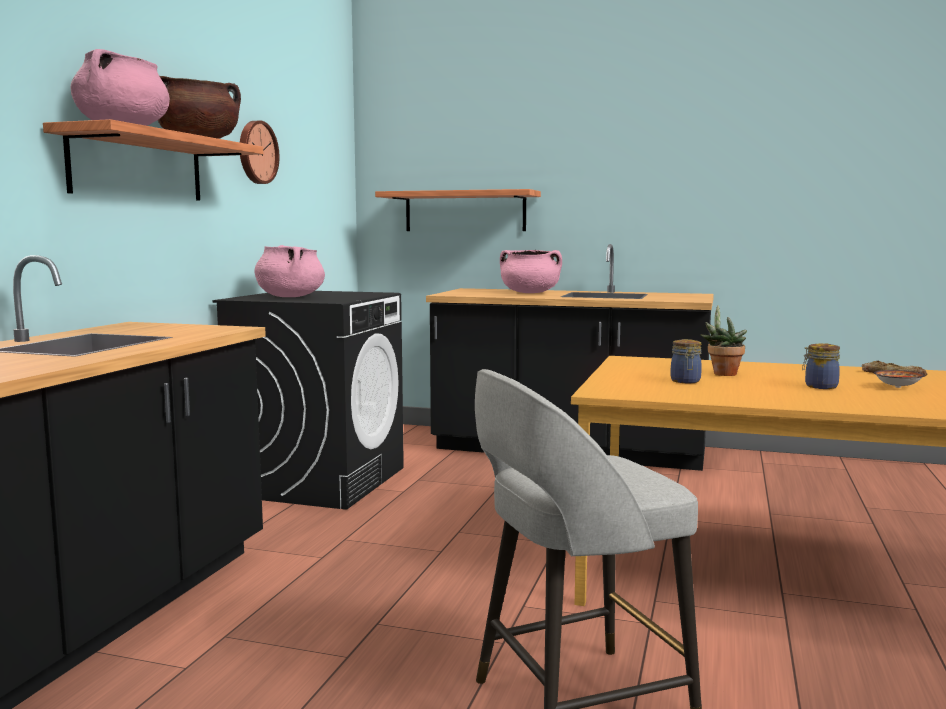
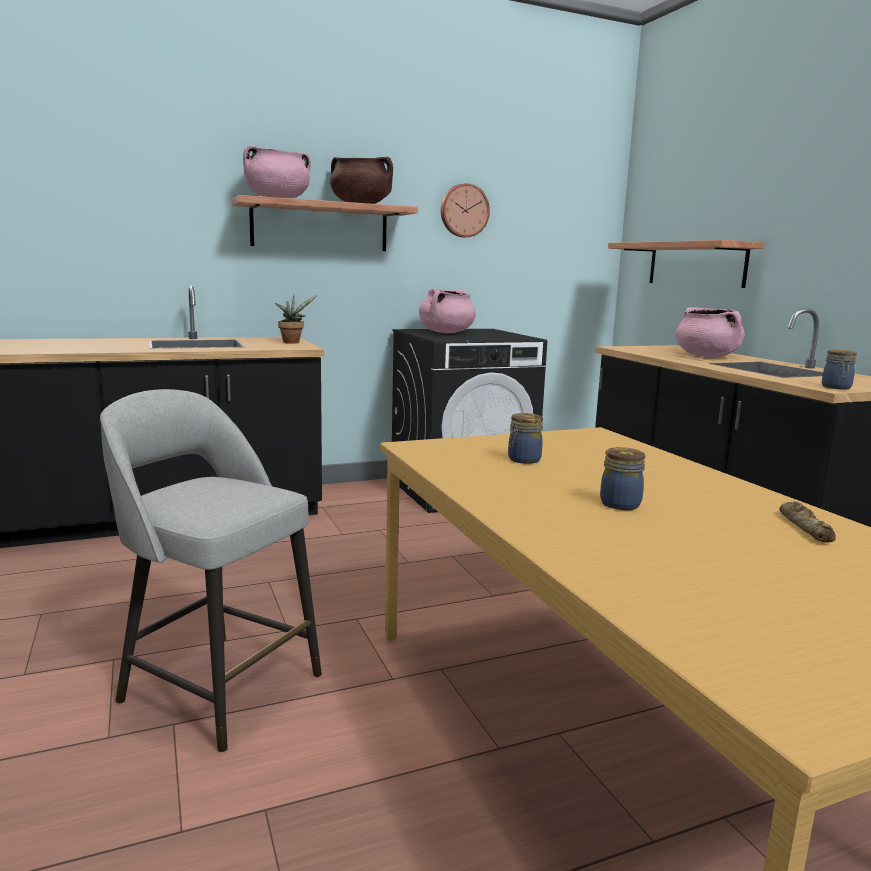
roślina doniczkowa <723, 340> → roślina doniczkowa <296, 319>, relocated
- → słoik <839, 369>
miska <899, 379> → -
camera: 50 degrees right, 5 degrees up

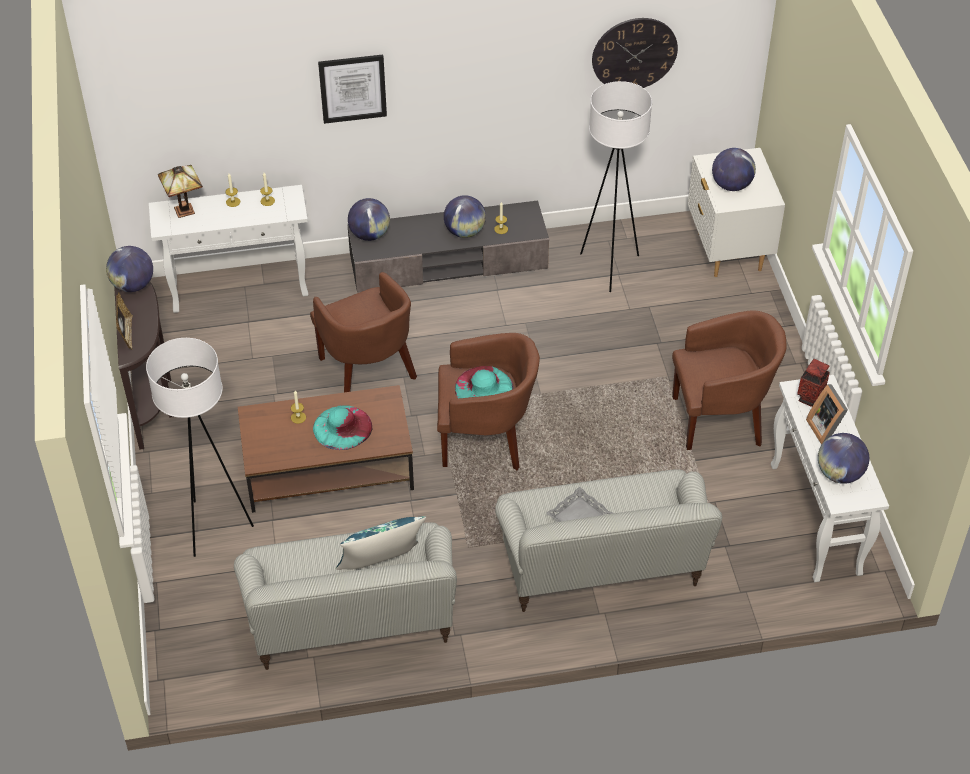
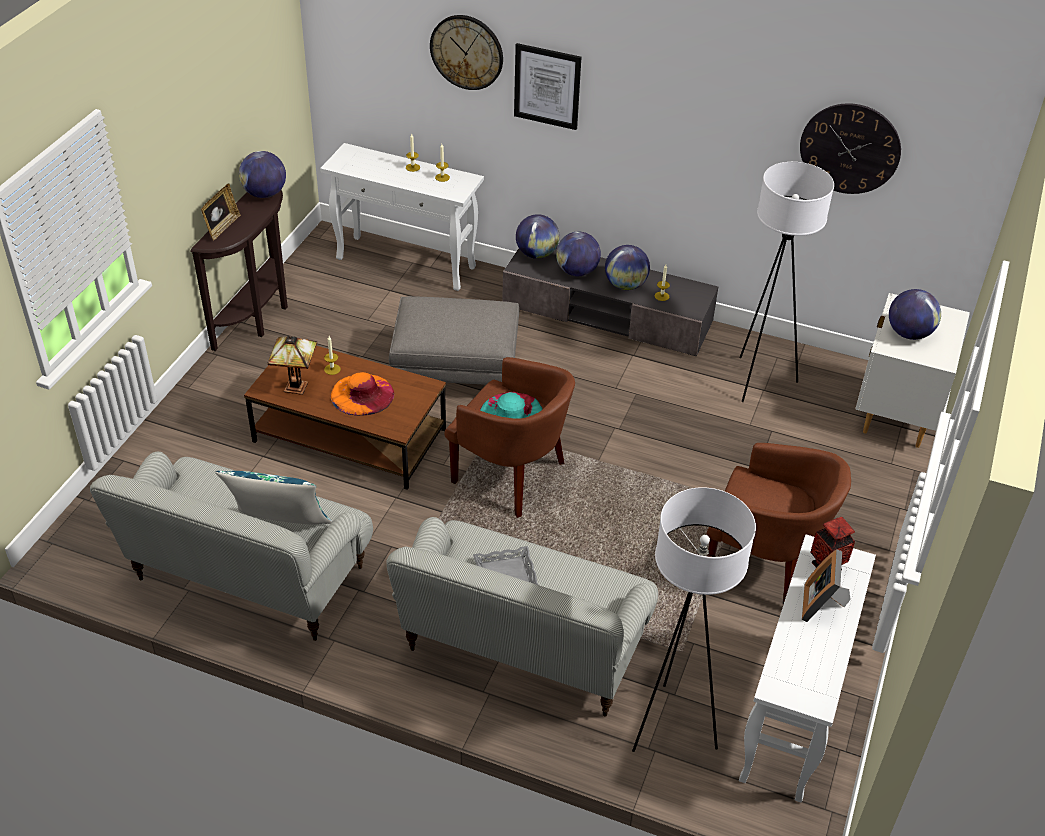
lampa stołowa <180, 191> → lampa stołowa <292, 365>, relocated
kapelusz/turkusowy <342, 427> → kapelusz/pomarańczowy <362, 394>
fotel/brązowy <363, 332> → pufa/szary <454, 340>
- → zegar ścienny <466, 52>
globus <843, 458> → globus <578, 254>, relocated
lampa stojąca/biały <200, 447> → lampa stojąca/biały <694, 619>, relocated
camera: 30 degrees right, 5 degrees down

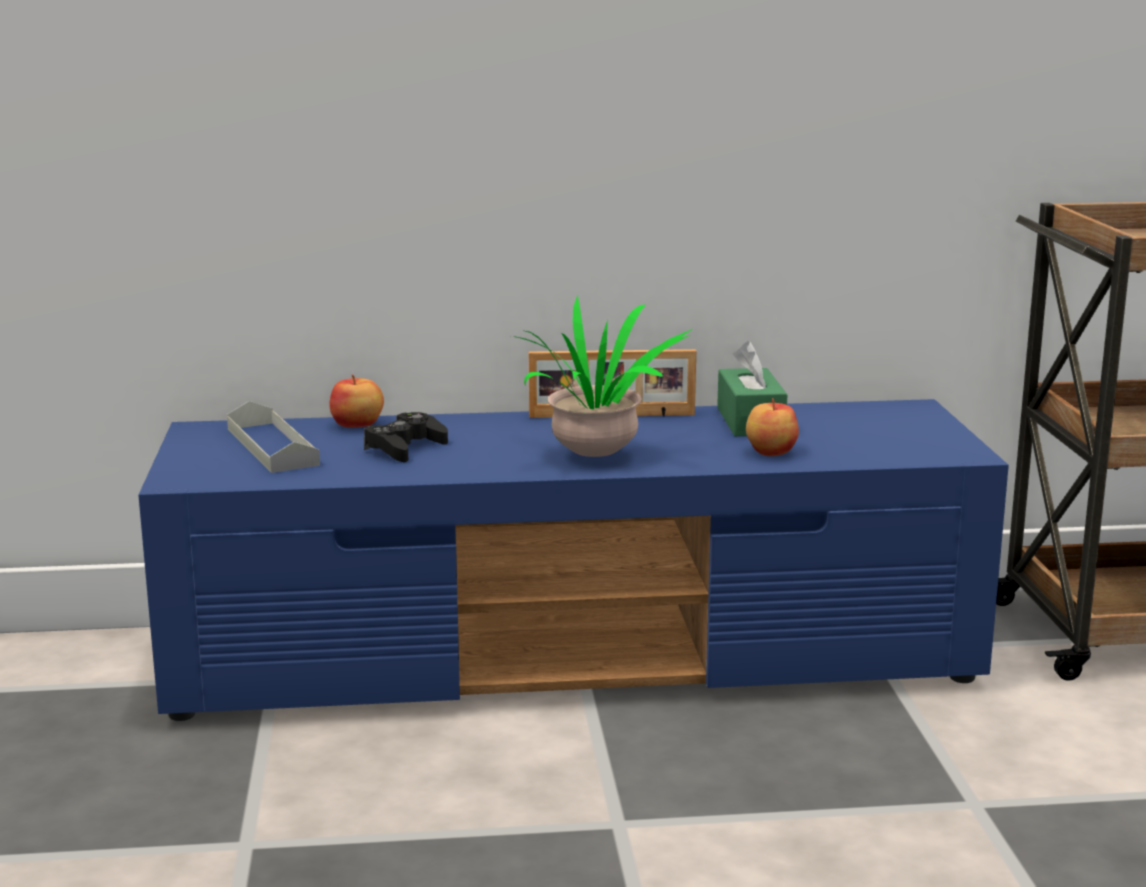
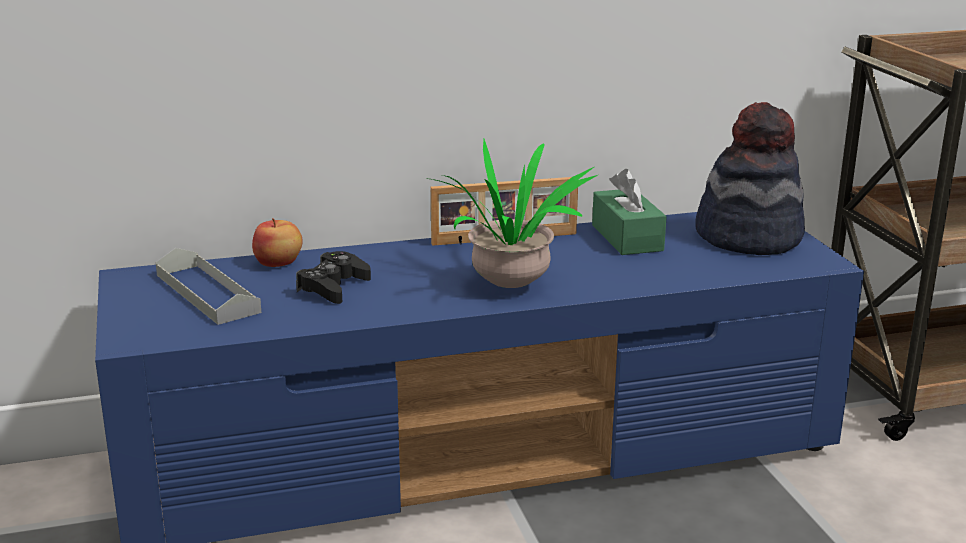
- → kapelusz <750, 178>
jabłko <772, 427> → -
camera: 10 degrees left, 5 degrees up

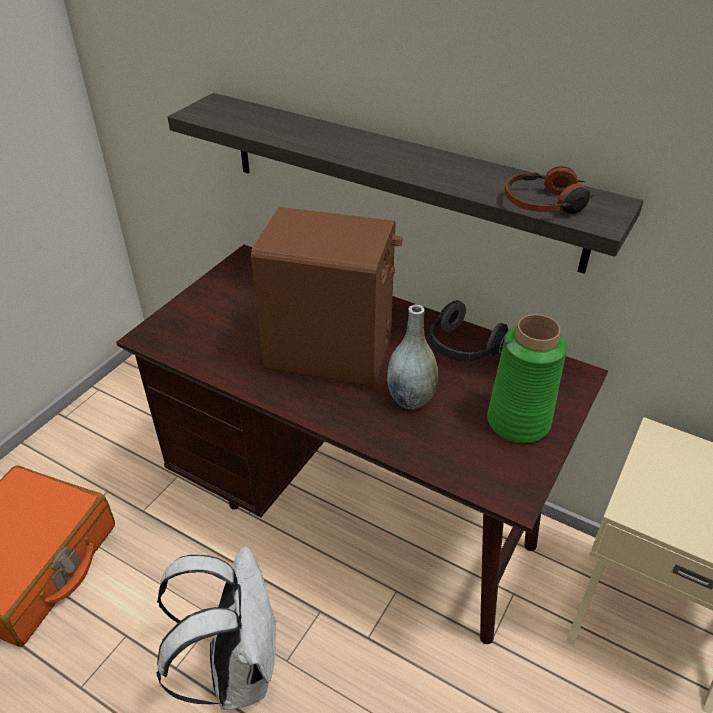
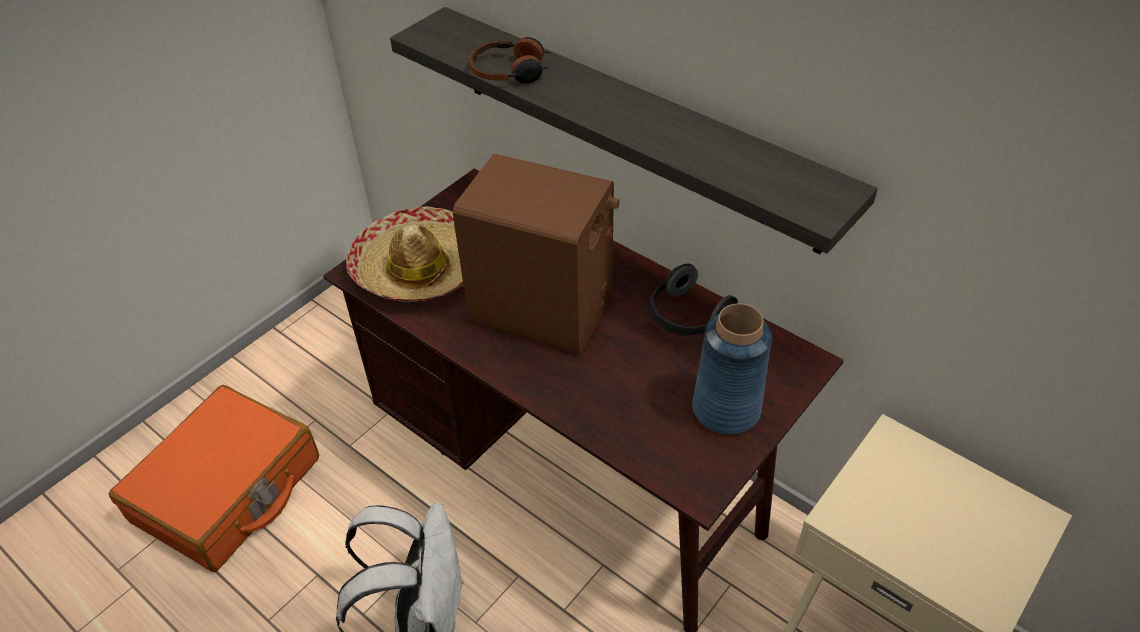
- → kapelusz <404, 254>
słuchawki <550, 190> → słuchawki <510, 60>, relocated
wazon/zielony <527, 379> → wazon/niebieski <732, 369>
wazon/szary <412, 357> → -
camera: 10 degrees right, 5 degrees up

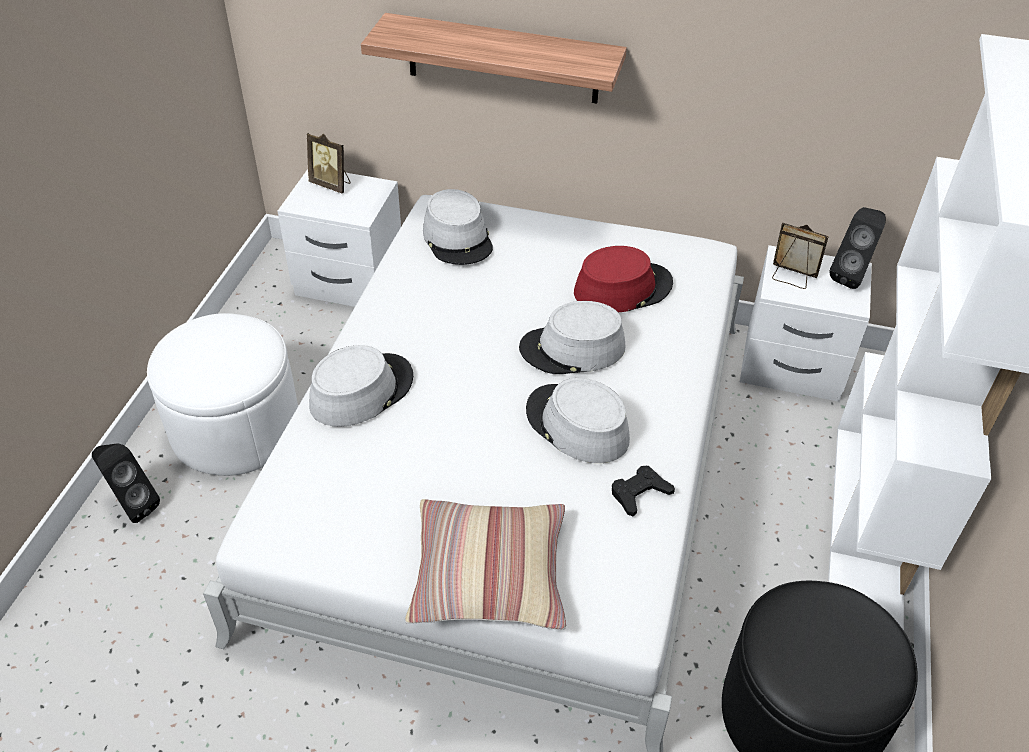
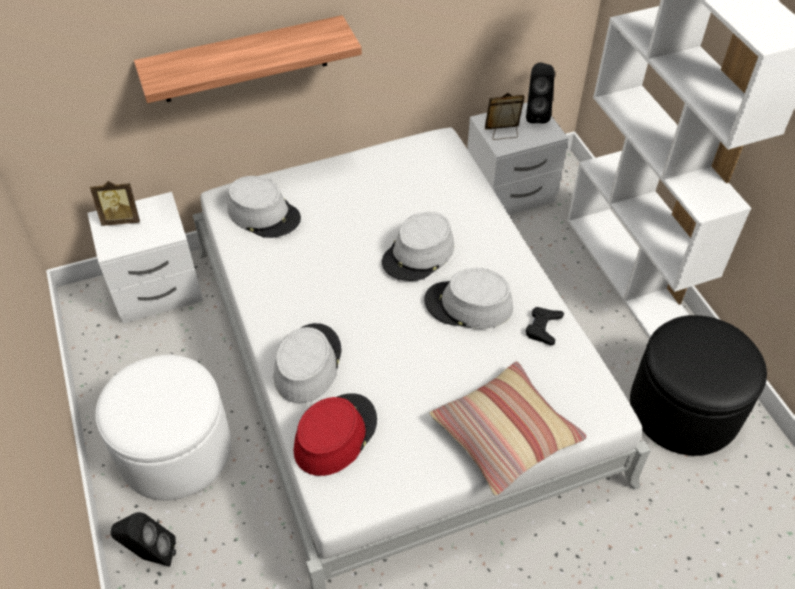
kapelusz/czerwony <623, 279> → kapelusz/czerwony <335, 434>, relocated
camera: 35 degrees left, 5 degrees up

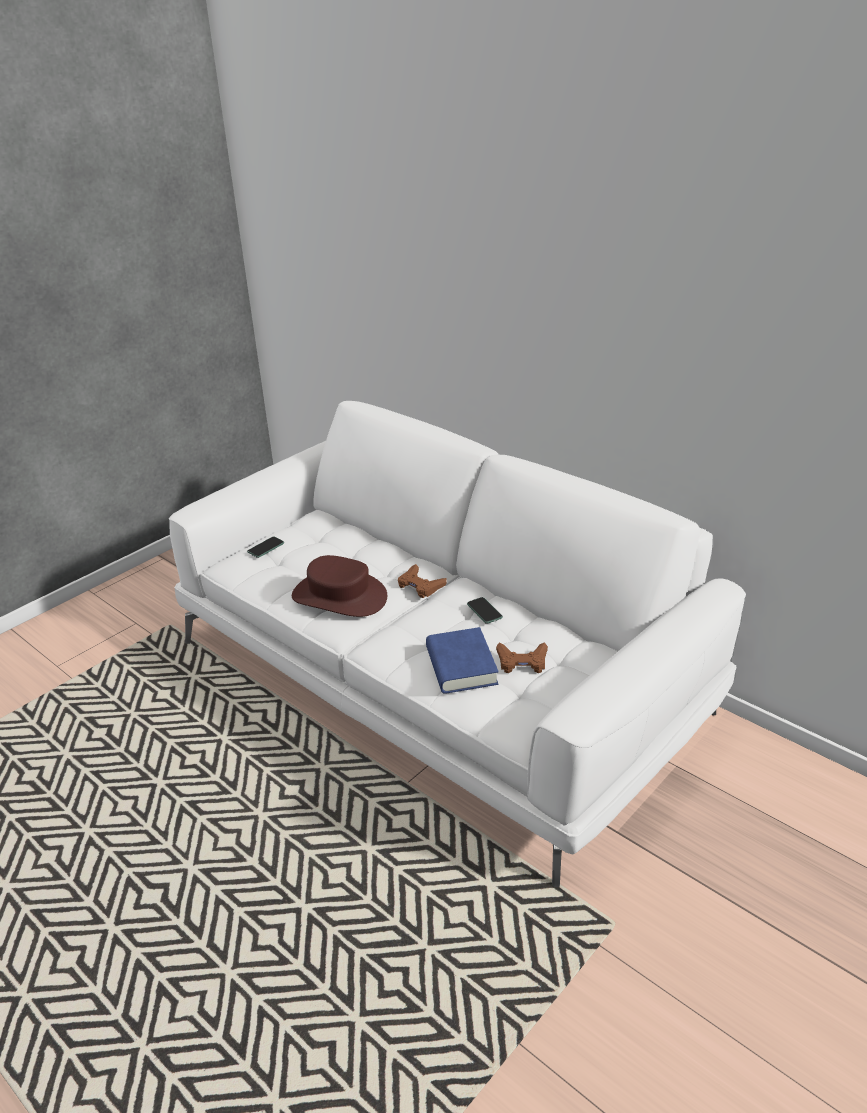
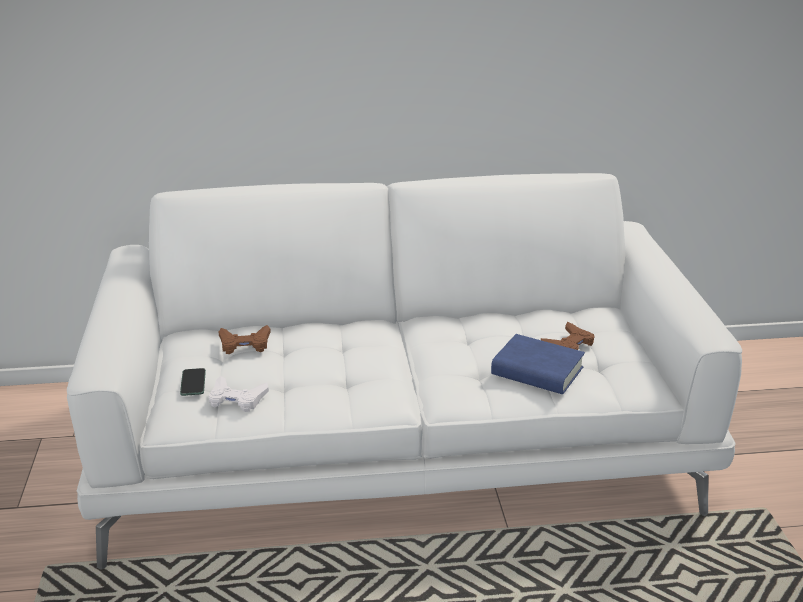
- → pad do gier/biały <239, 394>
pad do gier/brązowy <422, 581> → pad do gier/brązowy <244, 339>, relocated
kapelusz/brązowy <339, 586> → -
telefon <485, 610> → -
camera: 50 degrees left, 5 degrees down

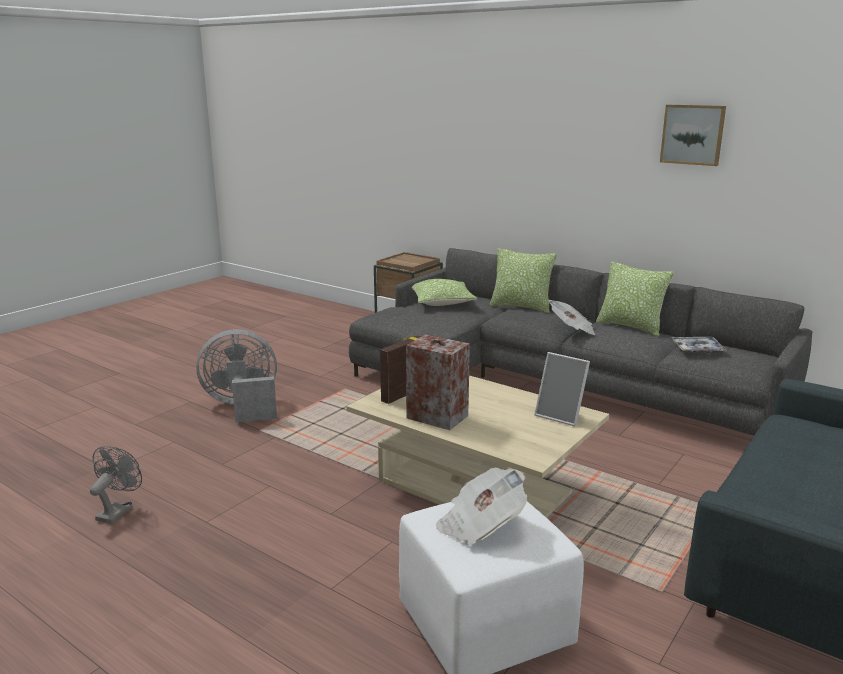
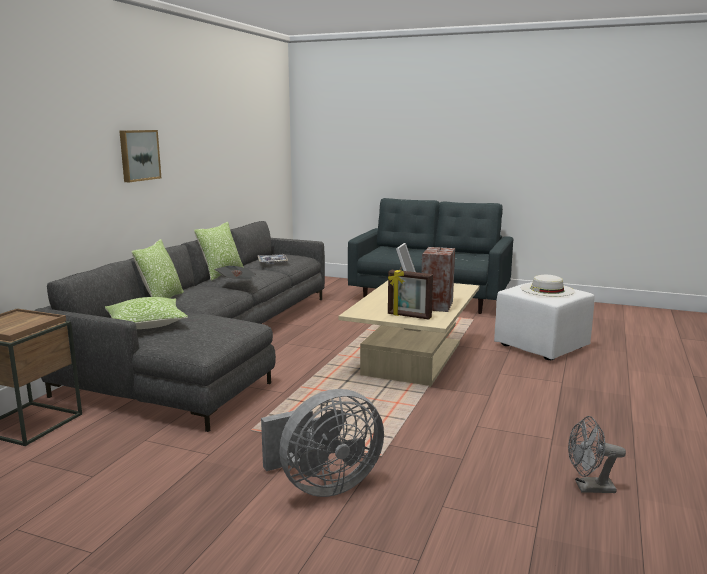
obraz <693, 135> → obraz <140, 156>, relocated
wentylator/szary <236, 375> → wentylator/szary <322, 443>, 90 degrees counterclockwise
gazeta <481, 506> → kapelusz/biały <548, 286>
camera: 105 degrees left, 5 degrees down

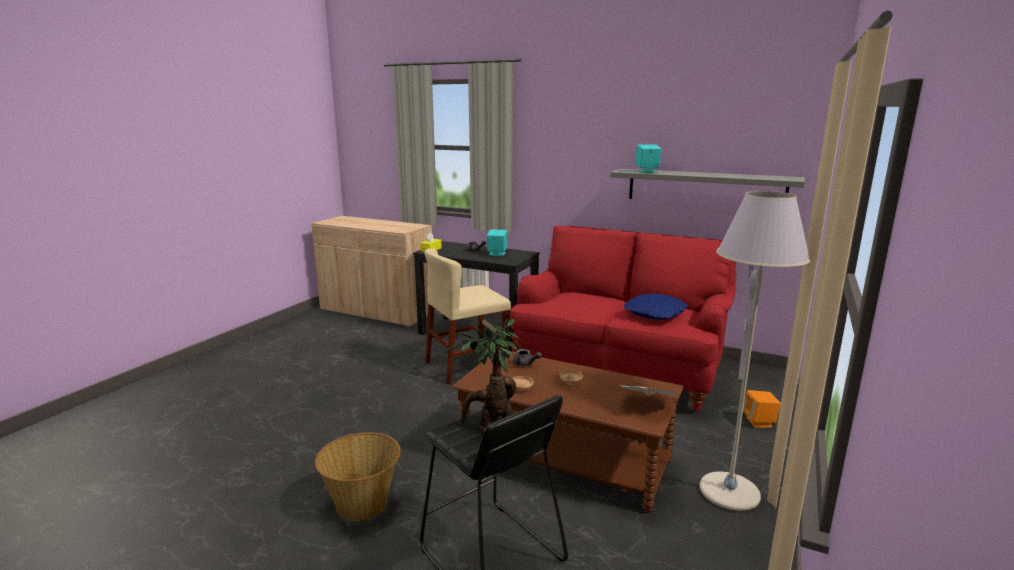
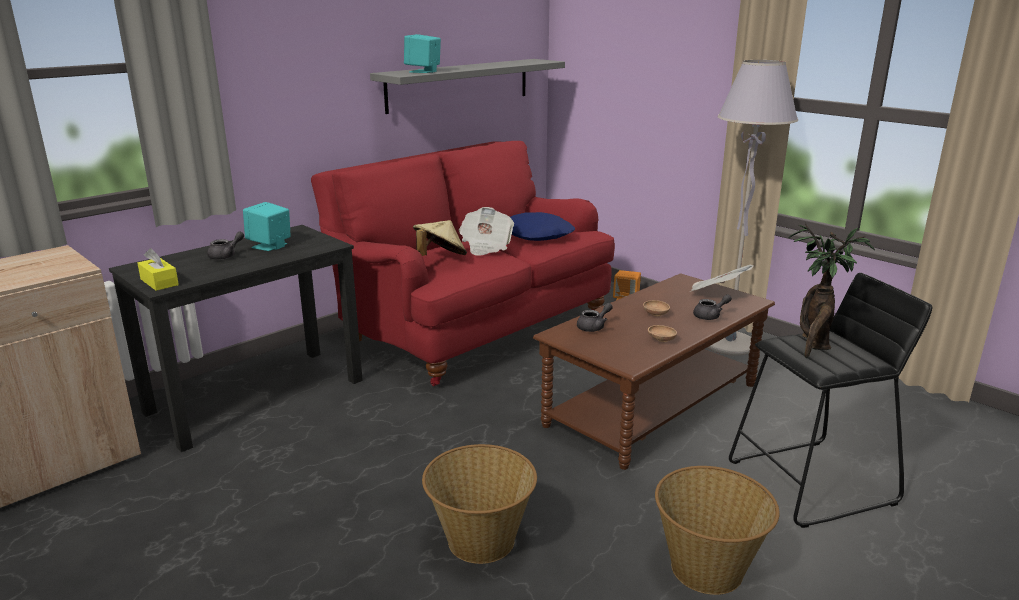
- → kapelusz/beżowy <440, 238>
- → koszyk <479, 504>
- → gazeta <486, 231>
- → imbryk/szary <712, 307>
krzesło/beżowy <467, 316> → -
camera: 70 degrees left, 5 degrees up

